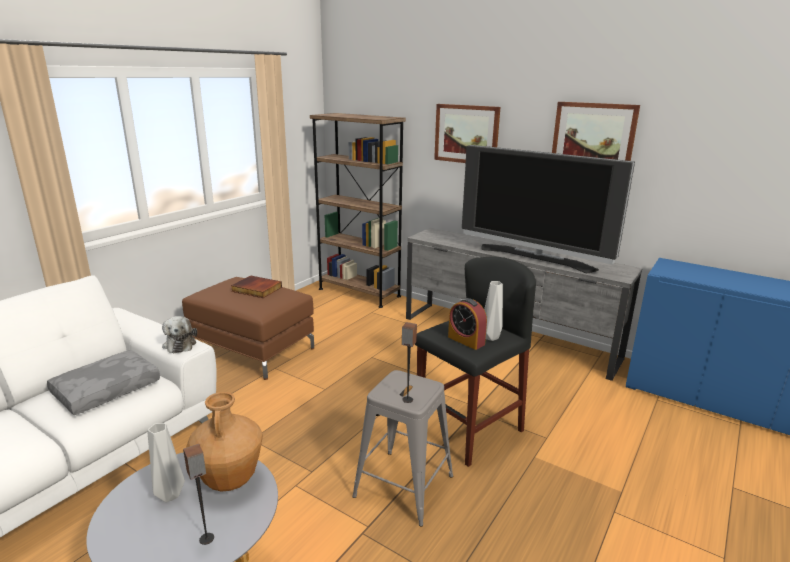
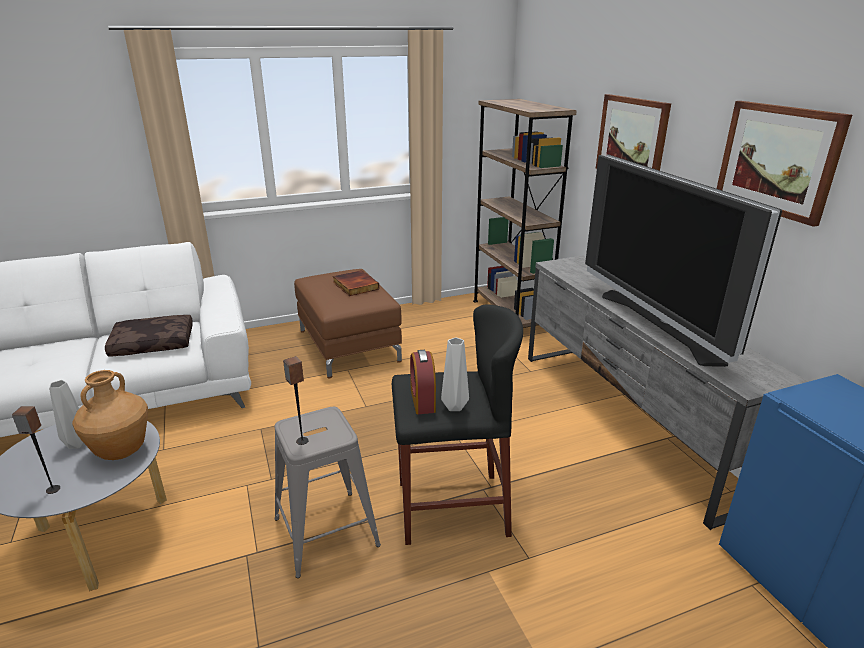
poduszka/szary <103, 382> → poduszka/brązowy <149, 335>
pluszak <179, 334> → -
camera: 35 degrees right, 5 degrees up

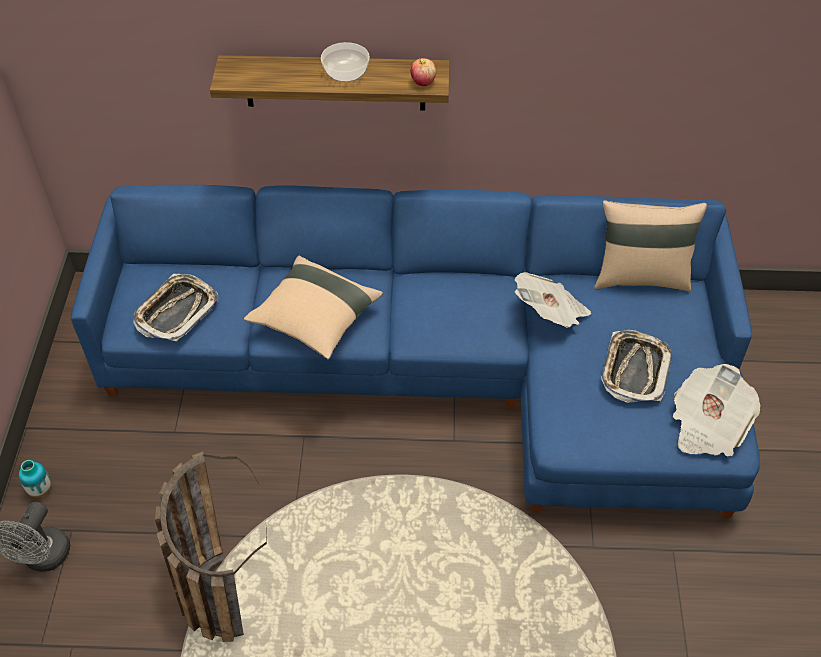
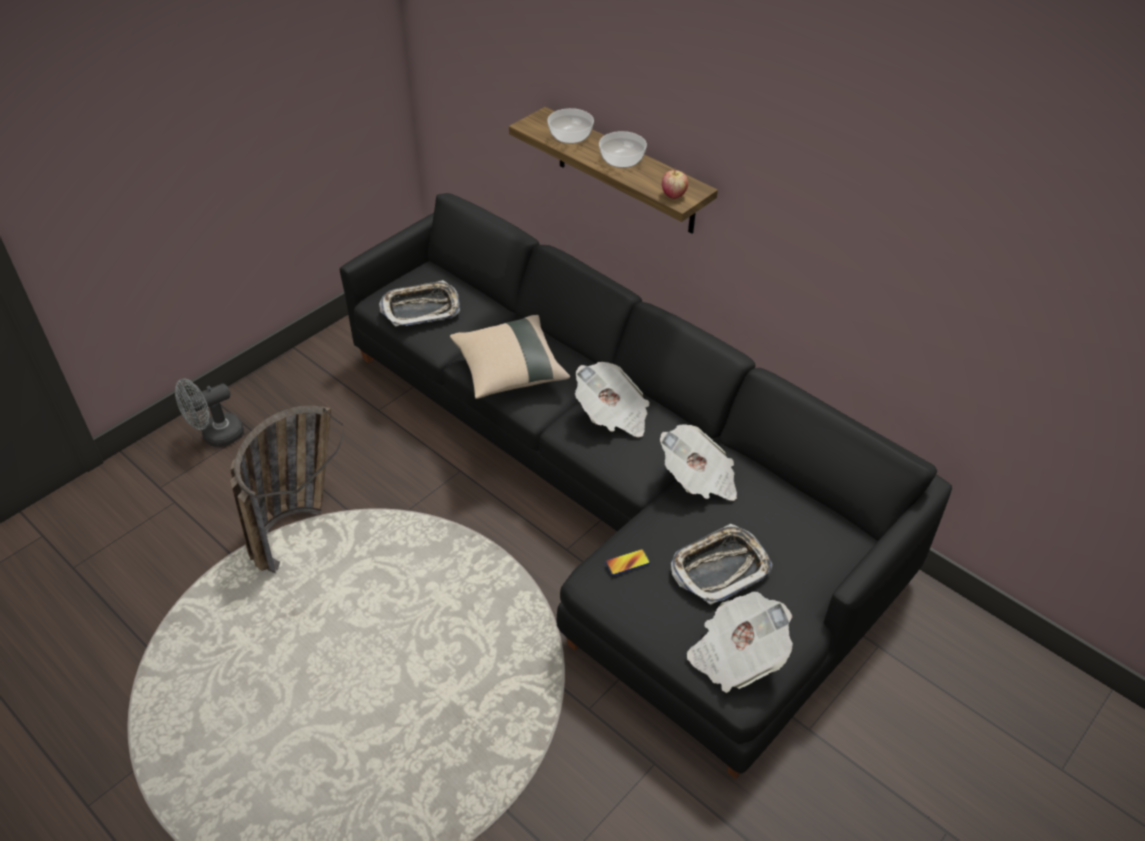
kanapa/niebieski <415, 352> → kanapa/czarny <645, 486>
- → miska <570, 126>
- → gazeta <612, 399>
- → telefon <627, 562>
wazon <35, 479> → -
poduszka/beżowy <650, 246> → -
camera: 40 degrees right, 5 degrees down

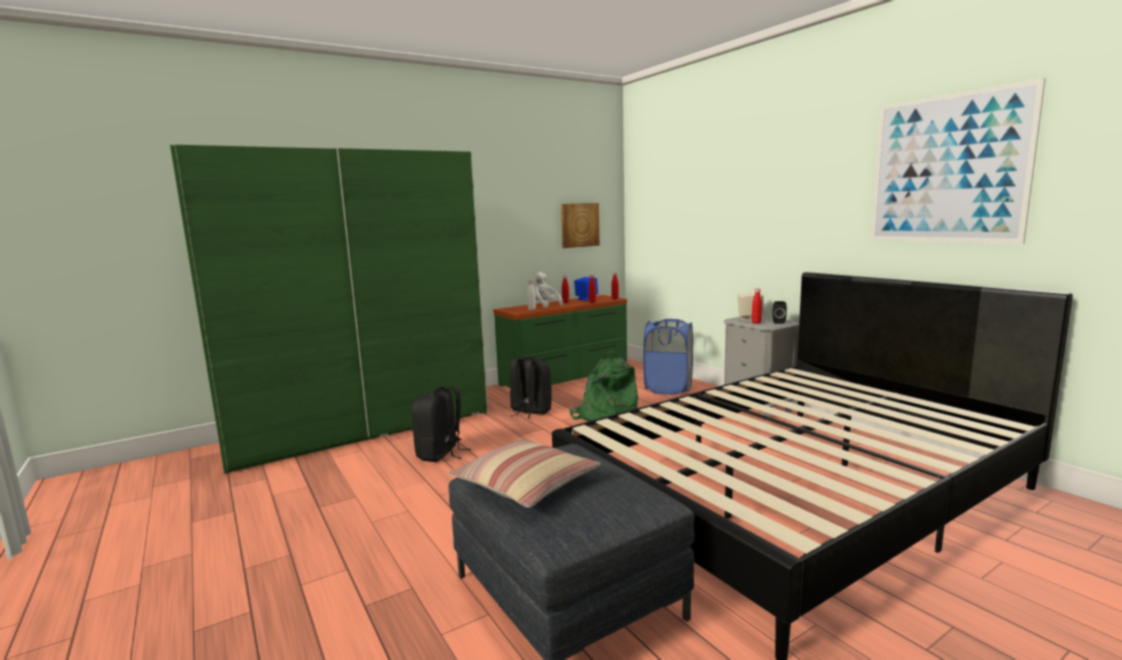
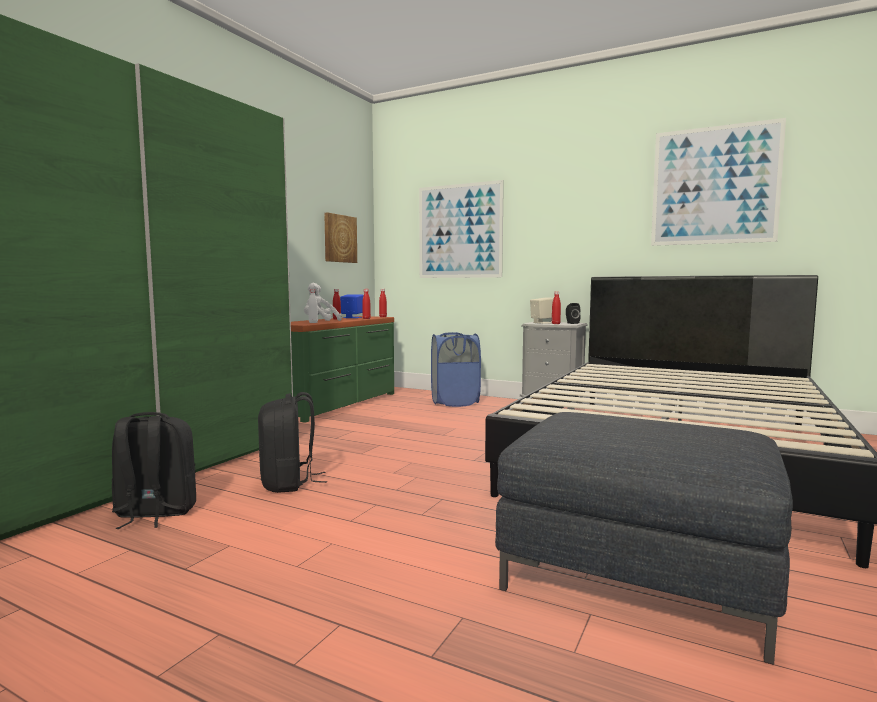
plecak/czarny <531, 387> → plecak/czarny <154, 470>, relocated
- → obraz <461, 229>
poduszka <524, 473> → -
plecak/zielony <603, 386> → -
camera: 30 degrees left, 5 degrees down

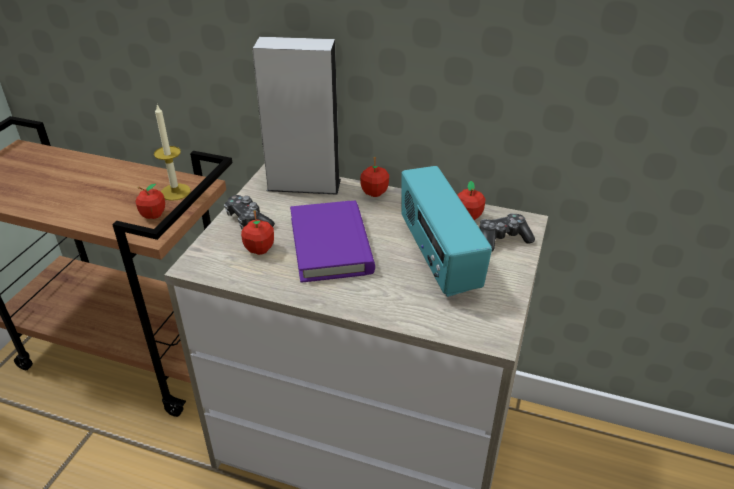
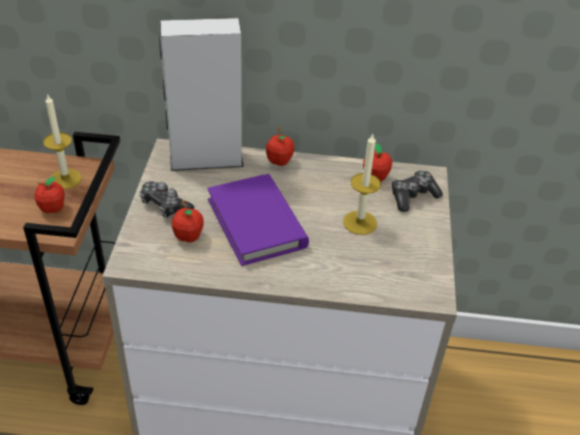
radio <446, 231> → świeca <362, 184>
camera: 15 degrees left, 5 degrees up

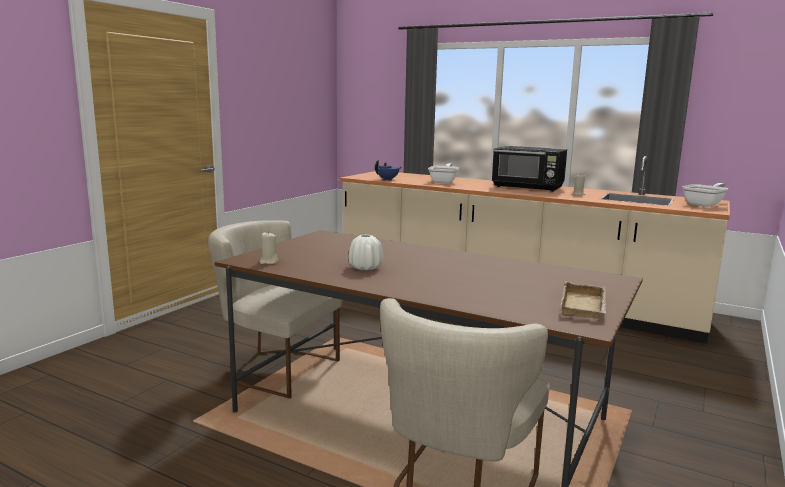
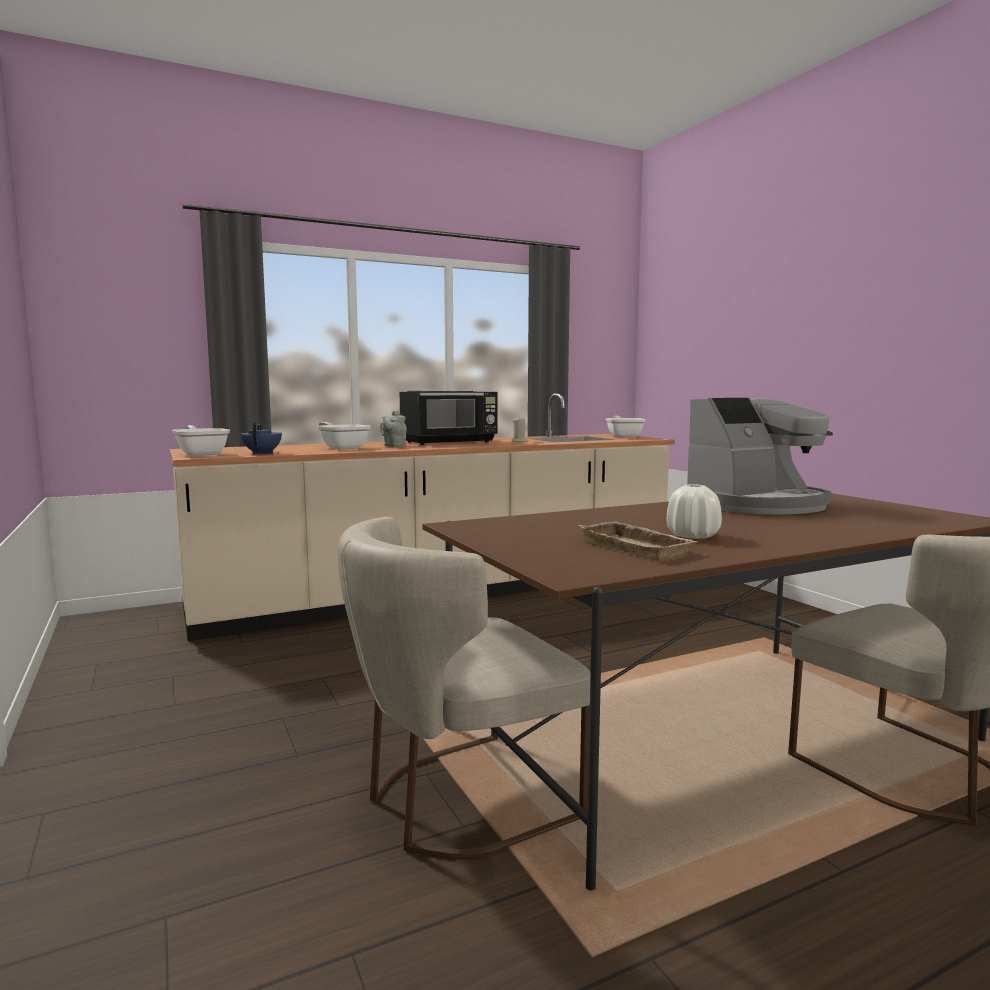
- → patelnia <201, 440>
- → imbryk/szary <393, 428>
taca/beżowy <583, 300> → taca/beżowy <637, 541>, relocated
- → ekspres do kawy <760, 456>
świeca/beżowy <269, 248> → -
camera: 55 degrees left, 5 degrees down

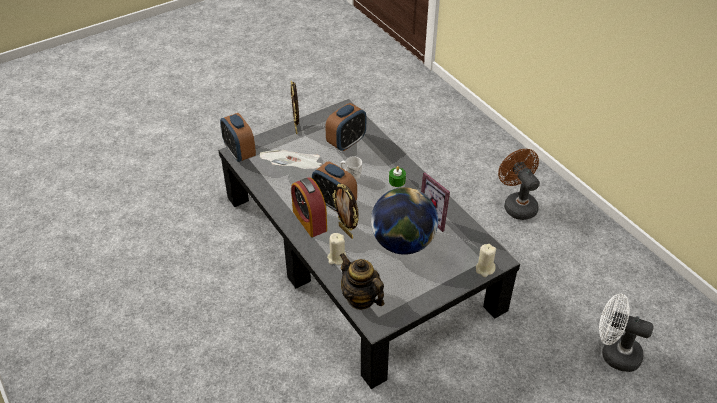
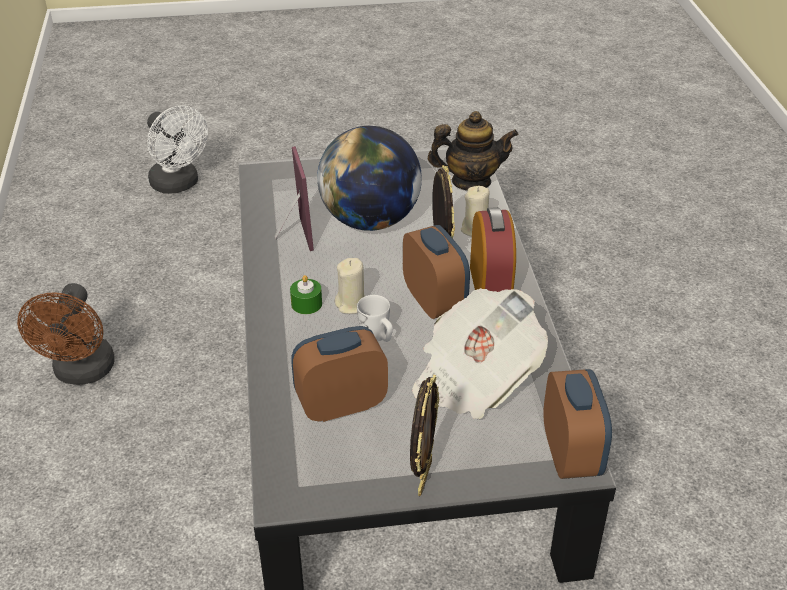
świeca/beżowy <486, 260> → świeca/beżowy <350, 286>, relocated
imbryk <361, 281> → imbryk <473, 151>, 75 degrees counterclockwise
camera: 155 degrees left, 5 degrees down

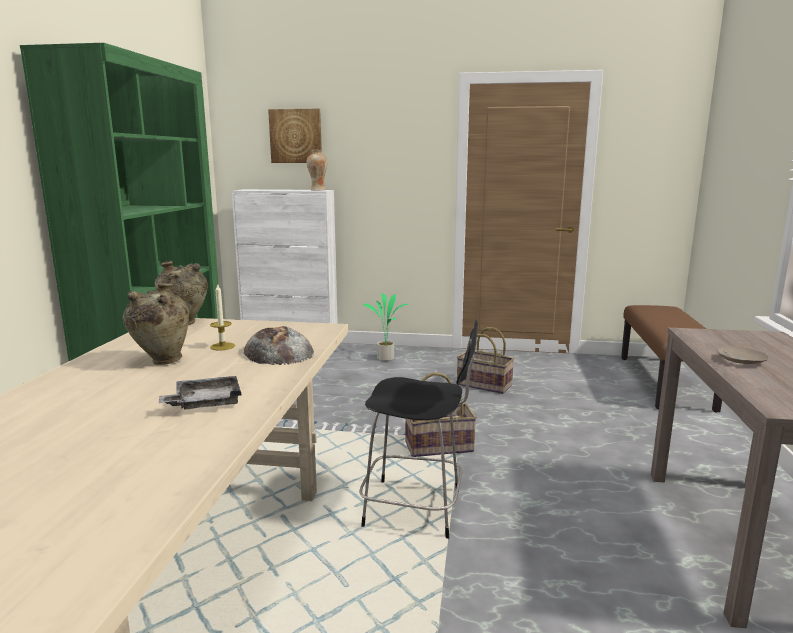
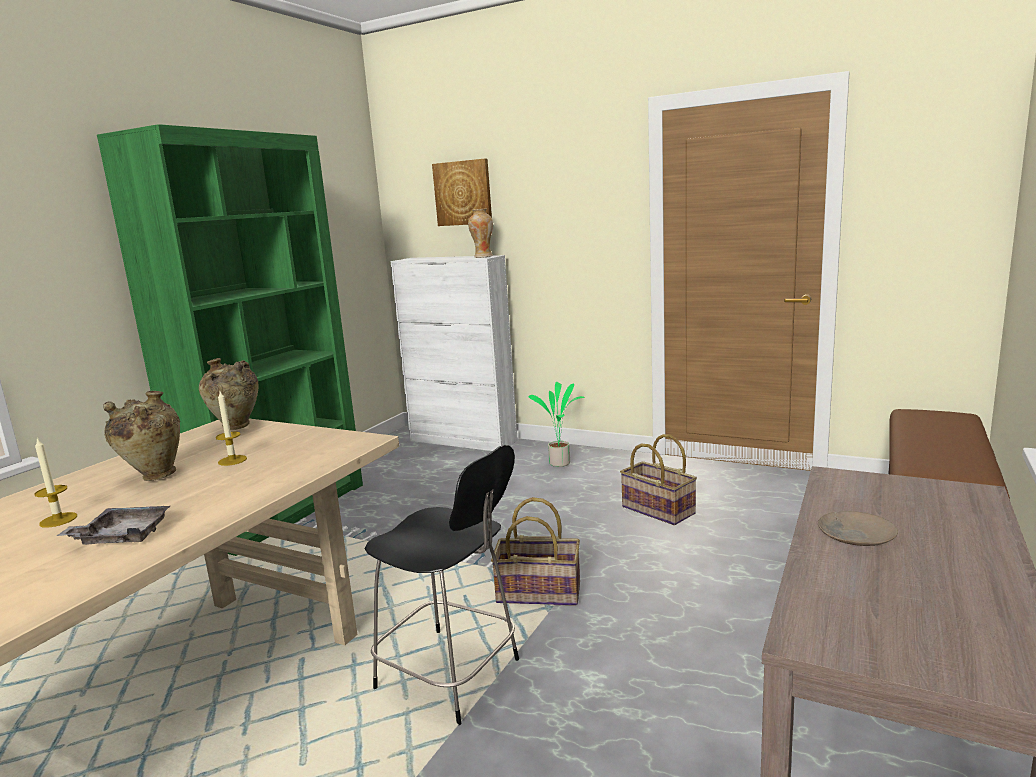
- → świeca <55, 482>
chleb <279, 345> → -
camera: 20 degrees right, 0 degrees up

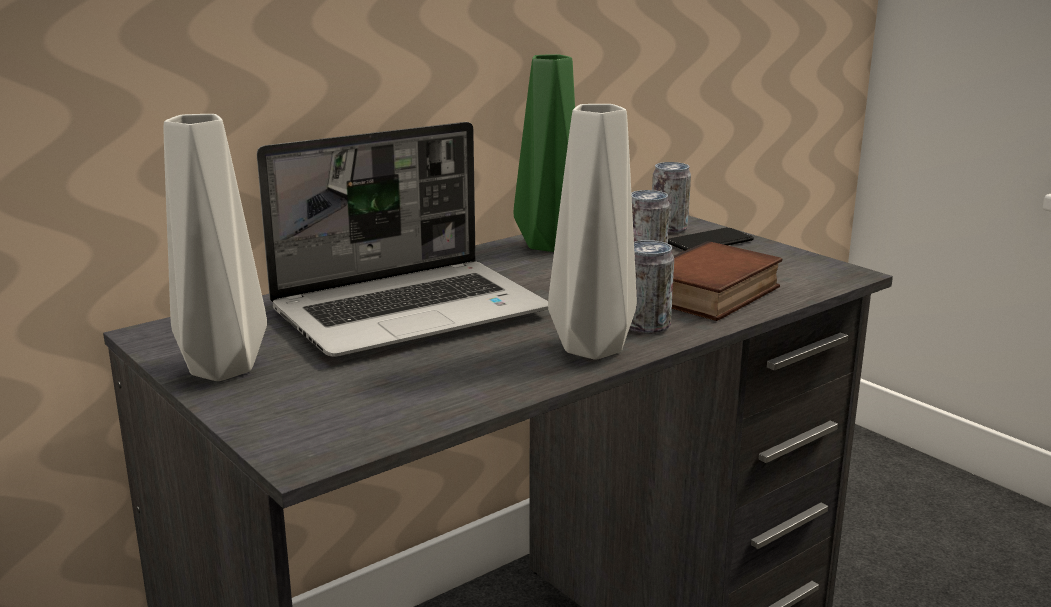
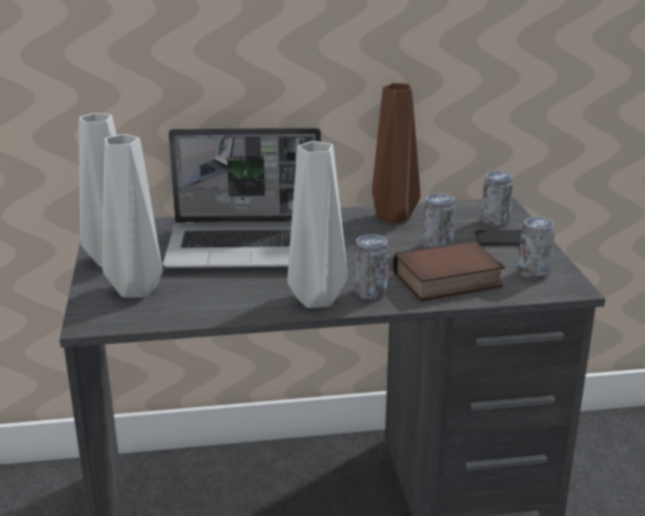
- → wazon/szary <132, 216>
wazon/zielony <544, 153> → wazon/brązowy <396, 153>
- → puszka <536, 248>
camera: 30 degrees right, 5 degrees up

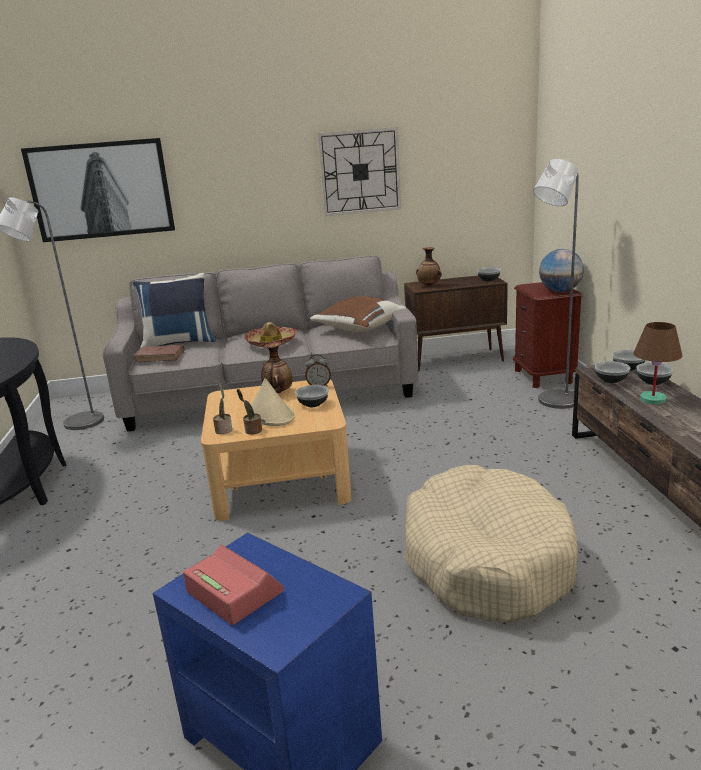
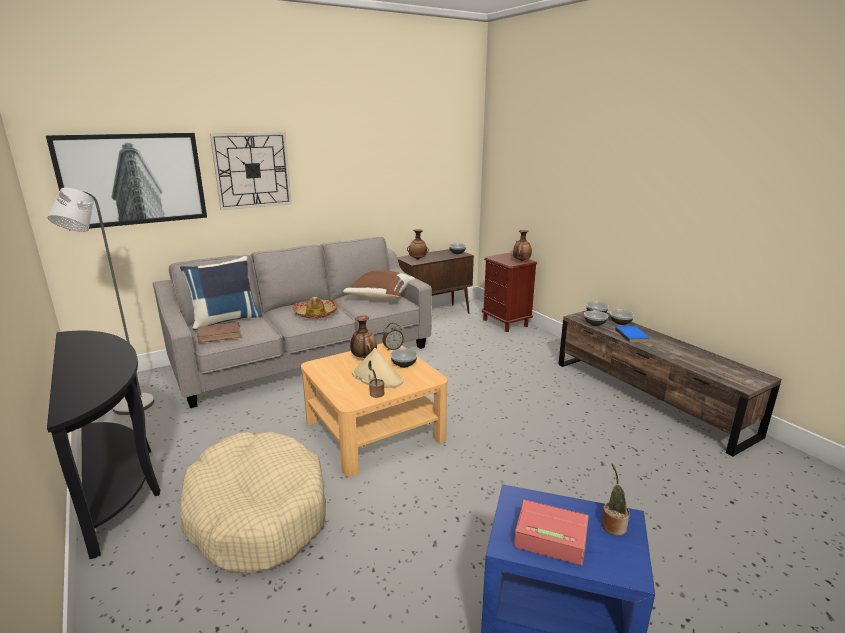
legowisko/beżowy <491, 544> → legowisko/beżowy <253, 502>, relocated
zegar ścienny <359, 171> → zegar ścienny <251, 171>, relocated
globus <561, 270> → wazon <522, 245>
roślina doniczkowa <222, 408> → roślina doniczkowa <616, 499>, relocated
lampa stołowa/brązowy <658, 363> → książka/niebieski <632, 334>
lampa stojąca/szary <556, 284> → -
camera: 25 degrees left, 0 degrees up

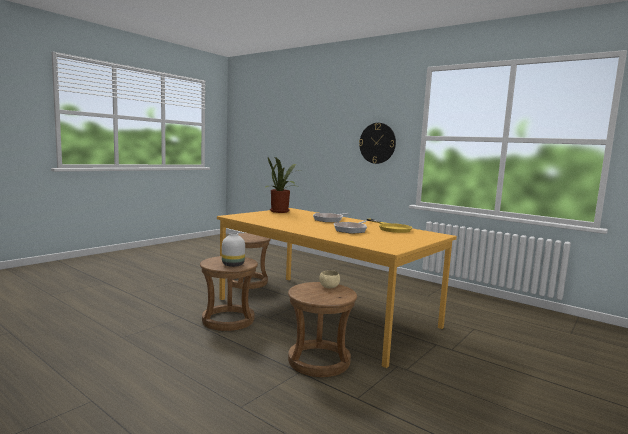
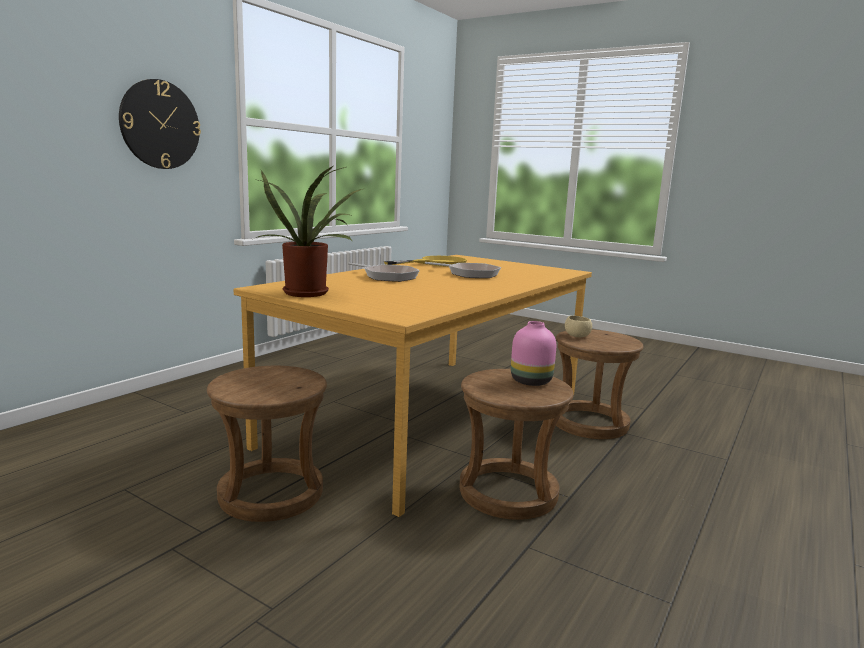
wazon/biały <233, 250> → wazon/różowy <533, 353>
camera: 95 degrees left, 5 degrees up

